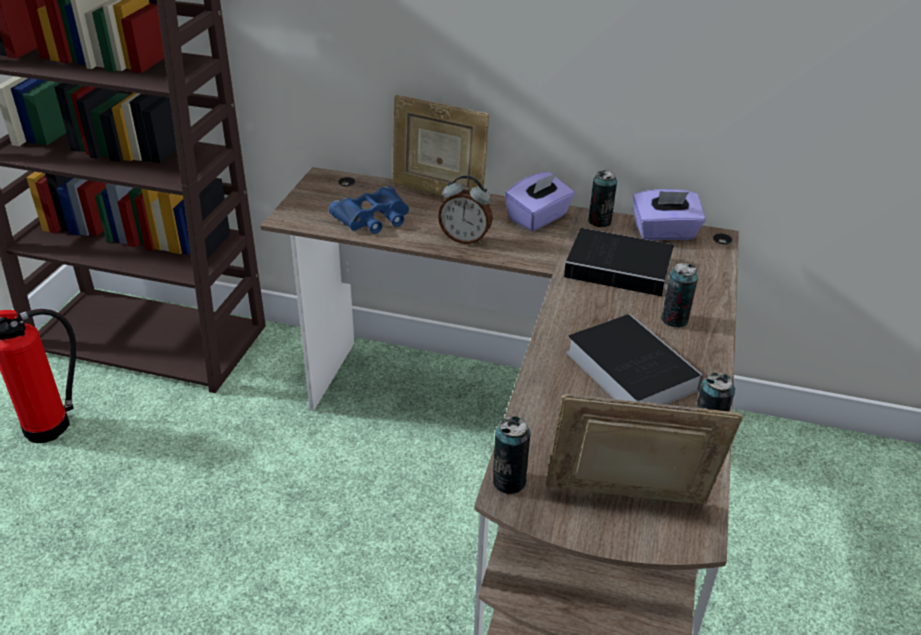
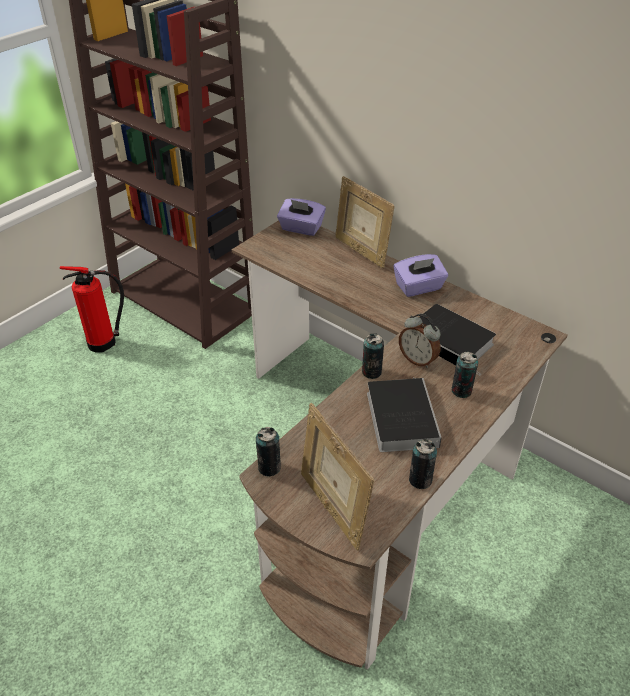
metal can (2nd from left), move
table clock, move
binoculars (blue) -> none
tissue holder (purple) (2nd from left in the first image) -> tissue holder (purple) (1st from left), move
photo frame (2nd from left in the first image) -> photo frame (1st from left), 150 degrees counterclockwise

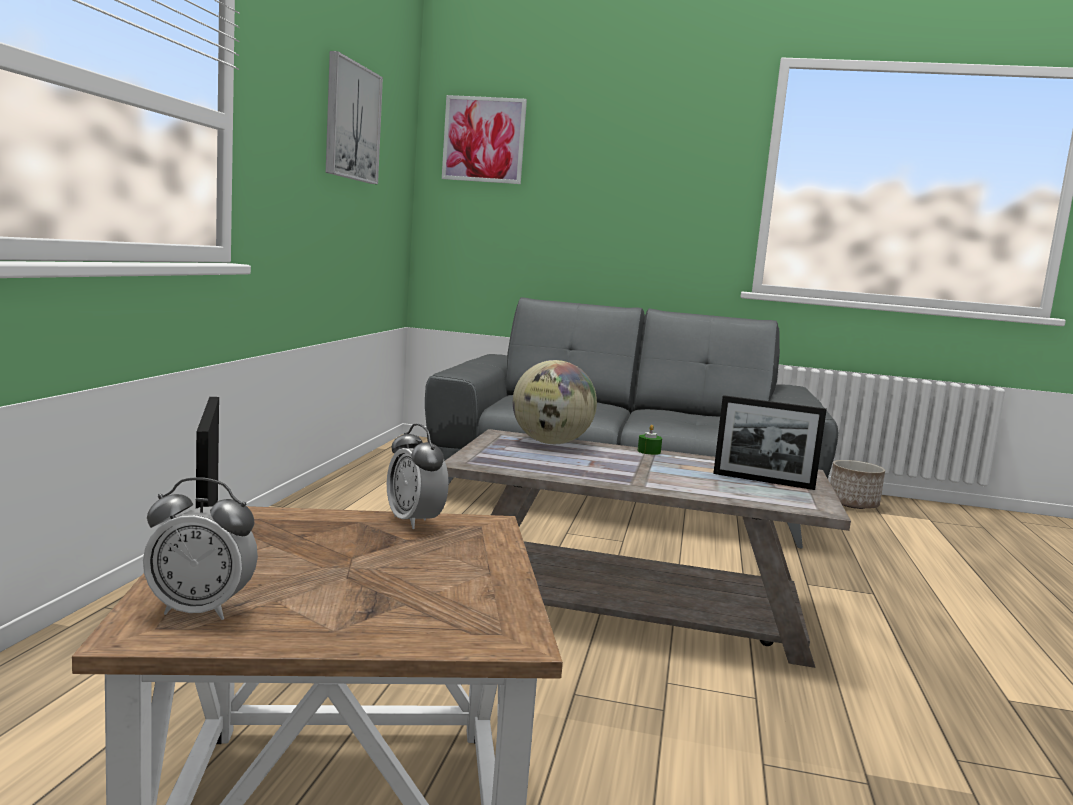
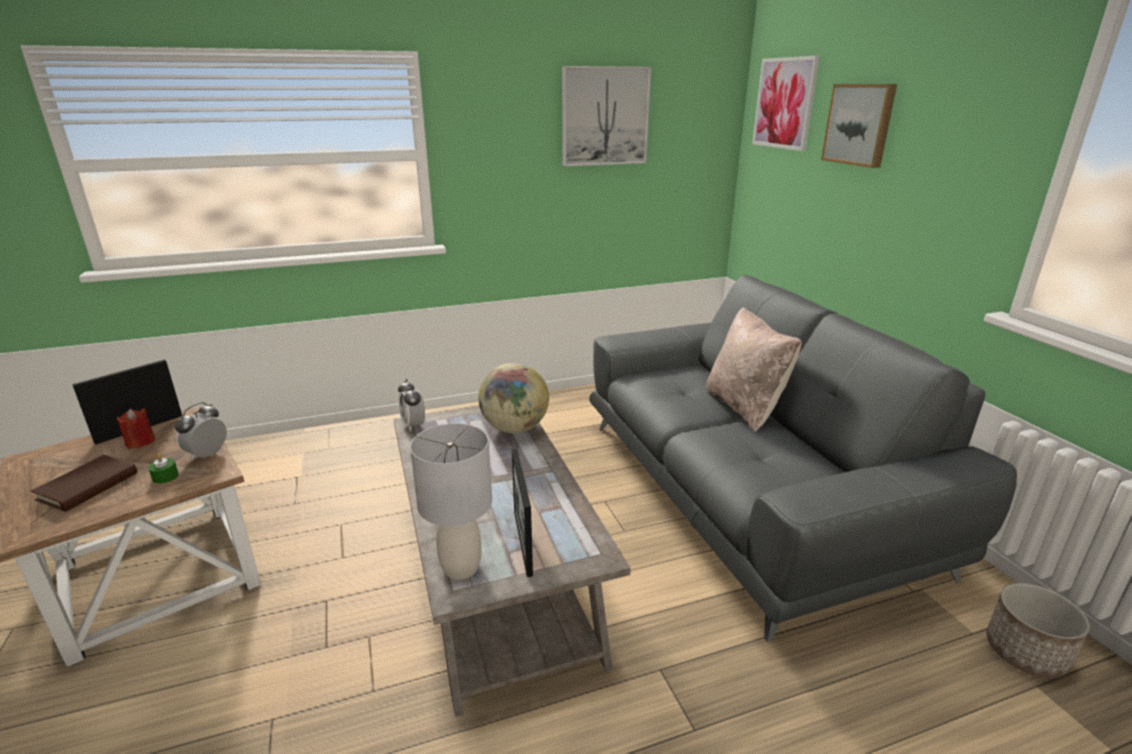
wax light (greenish), move
table clock (1st from left in the first image) -> table clock (2nd from left), move
none -> wall art (3rd from left)
none -> throw pillow (beige)
none -> wax light (reddish)
none -> lamp for a table (grey)
none -> book (brownish)

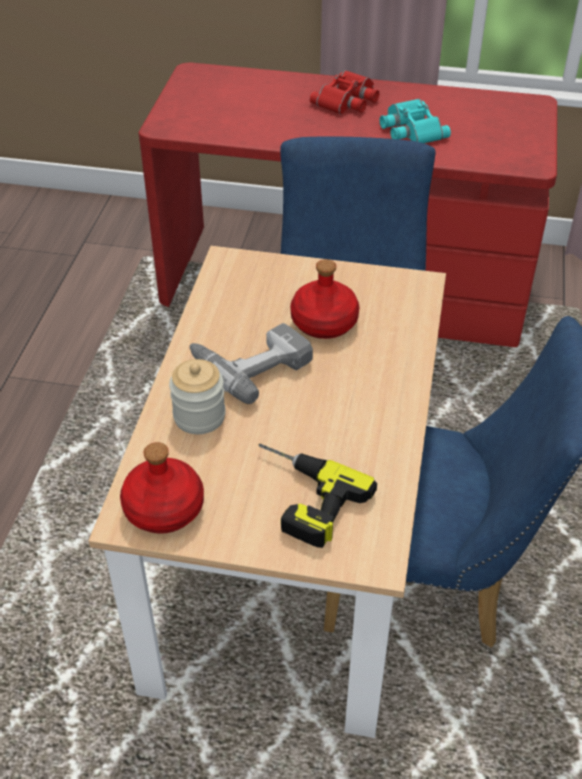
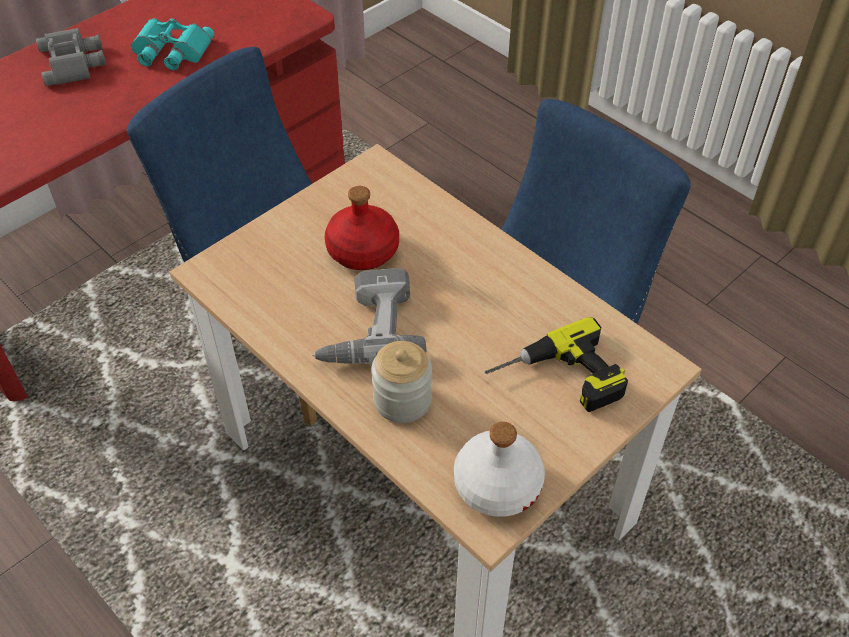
binoculars (reddish) -> binoculars (grey)
bottle (reddish) (1st from left) -> bottle (white-coloured)

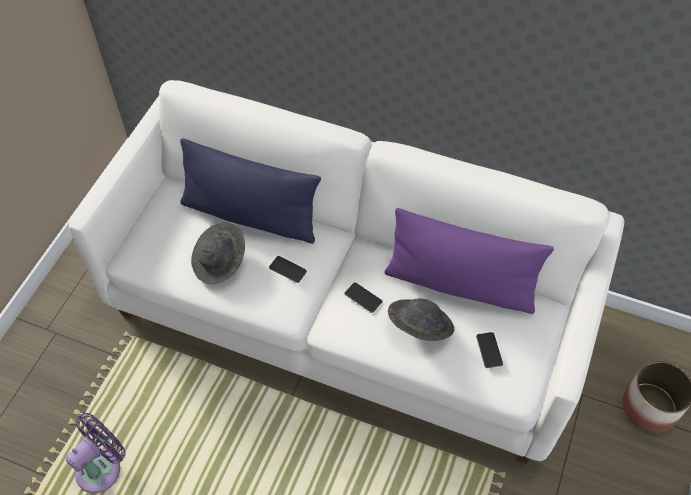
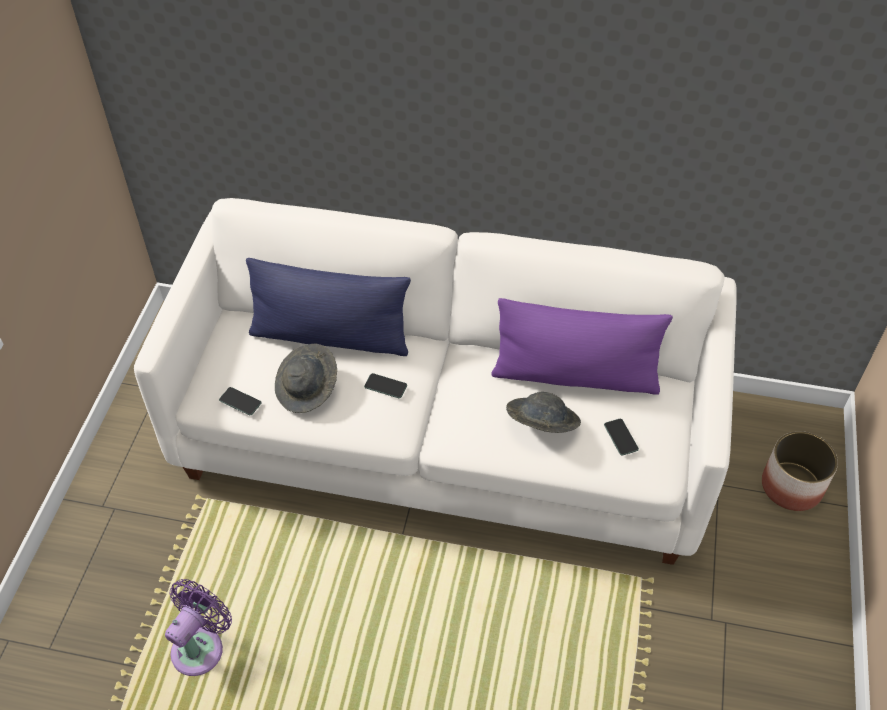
telephone (2nd from left in the first image) -> telephone (1st from left), move

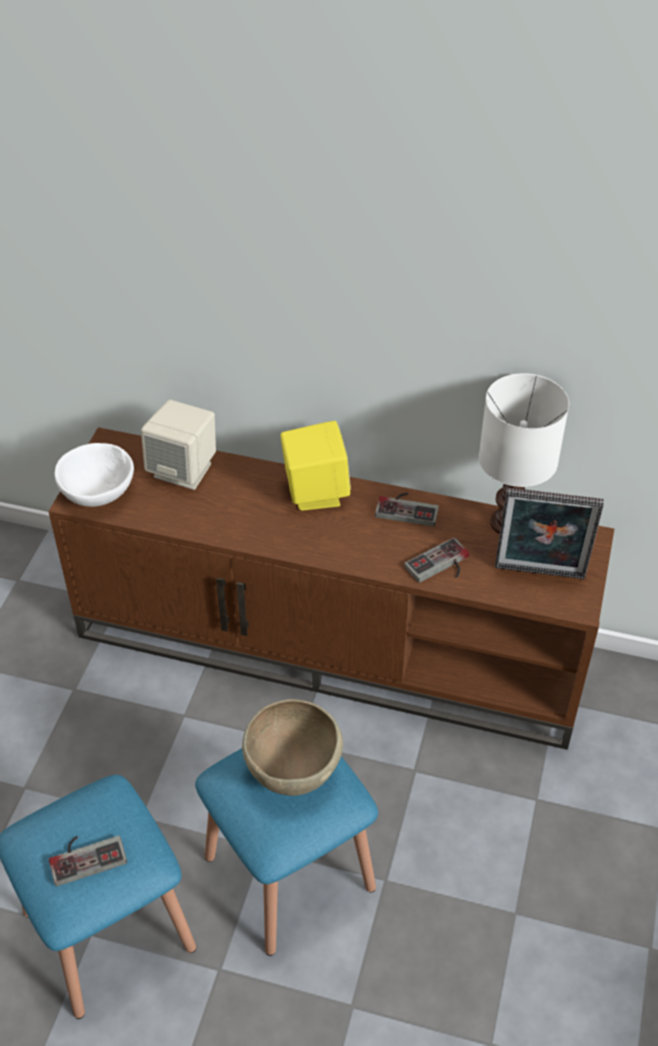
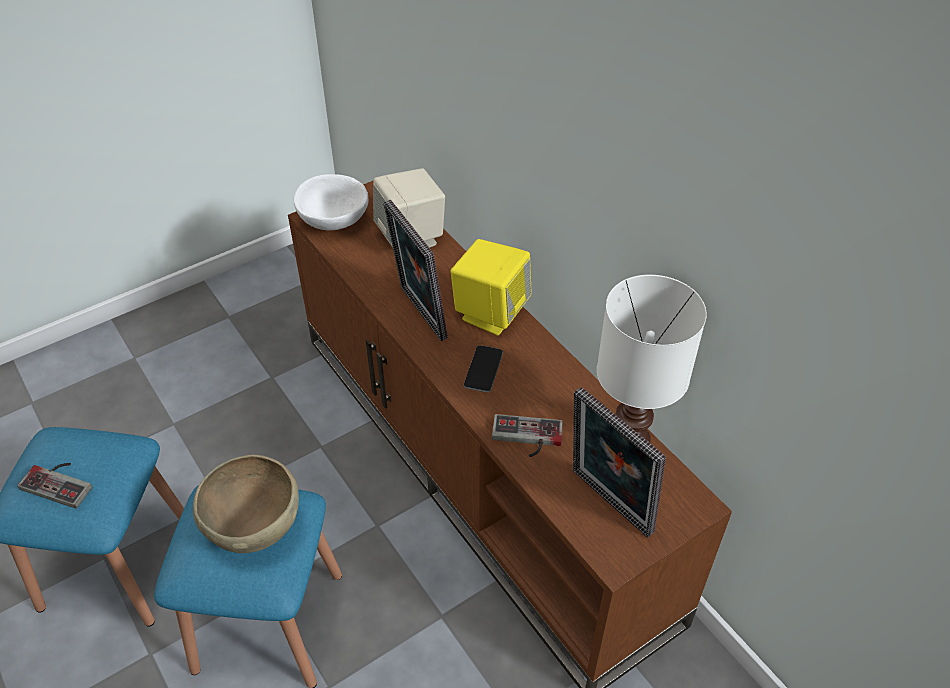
game controller (2nd from left) -> none
none -> photo frame (1st from left)
none -> telephone

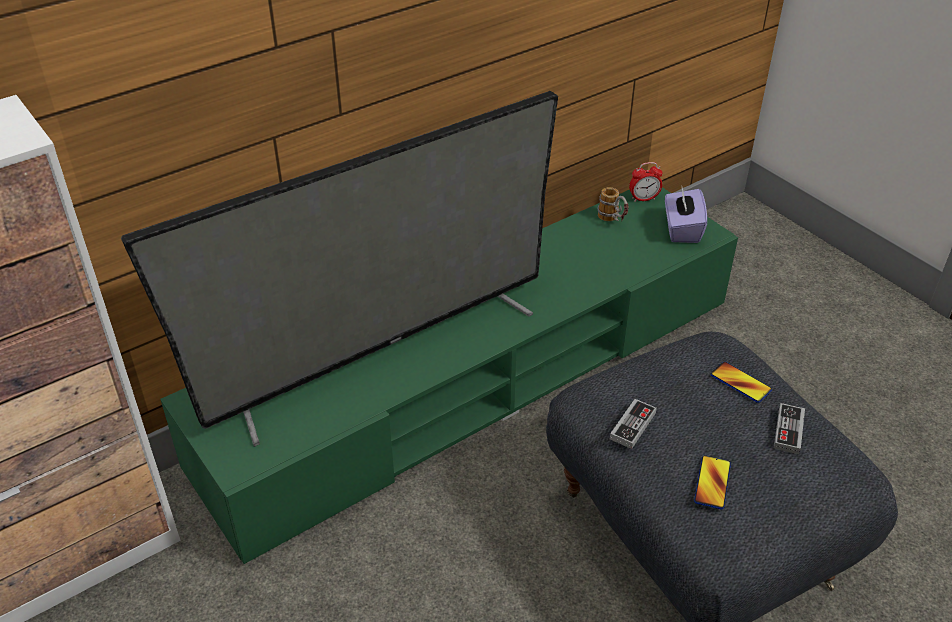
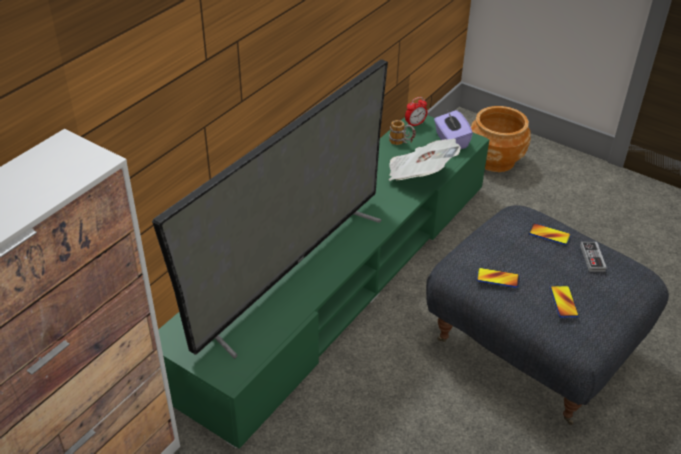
game controller (1st from left) -> telephone (1st from left)
none -> planter (brownish)
none -> newspaper

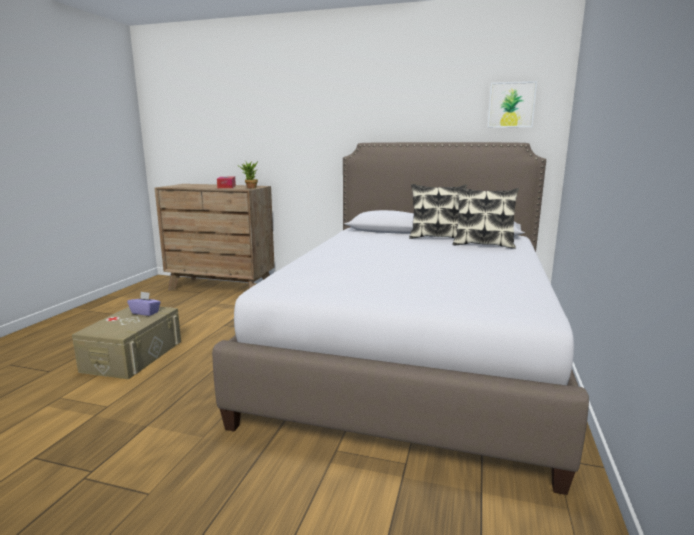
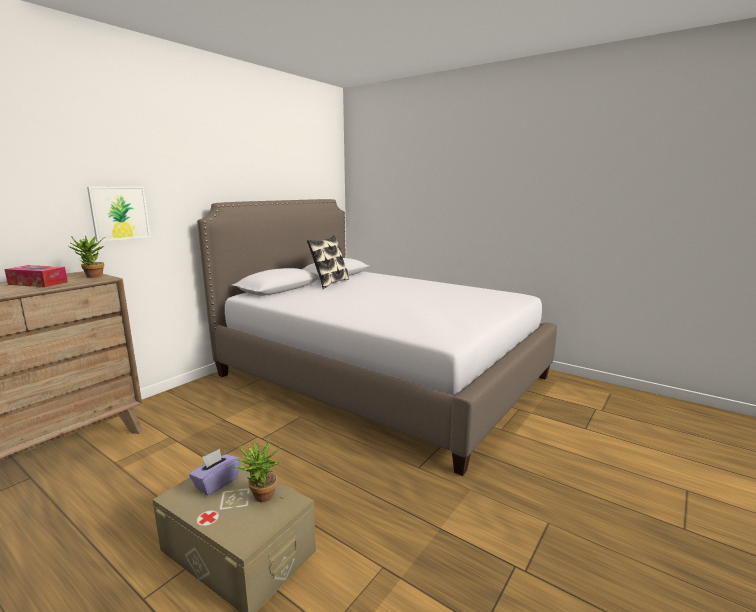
wall art, move
throw pillow (2nd from left) -> none
none -> houseplant (2nd from left)

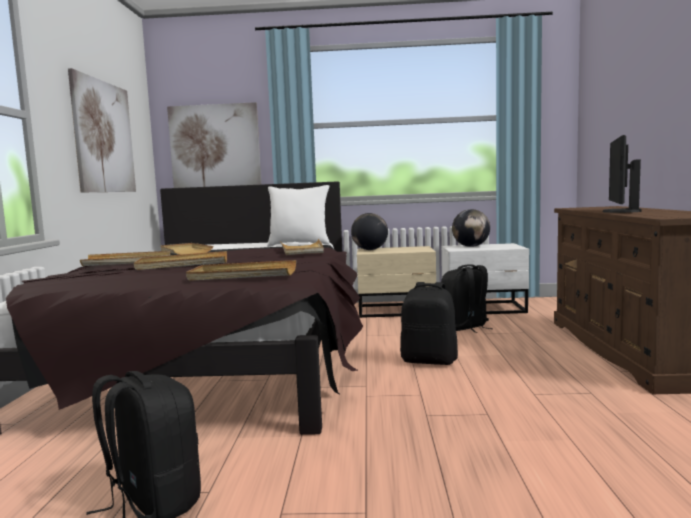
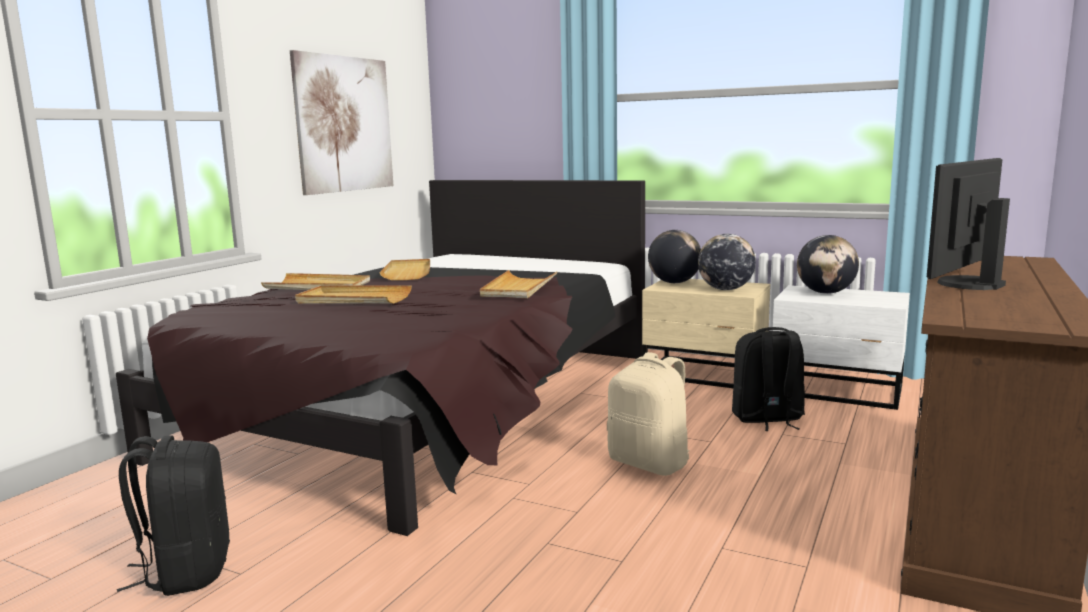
wall art (2nd from left) -> none
throw pillow (white-coloured) -> none
carrying tray (beige) (4th from left) -> none
backpack (black-coloured) (2nd from left) -> backpack (beige)
none -> globe (2nd from left)

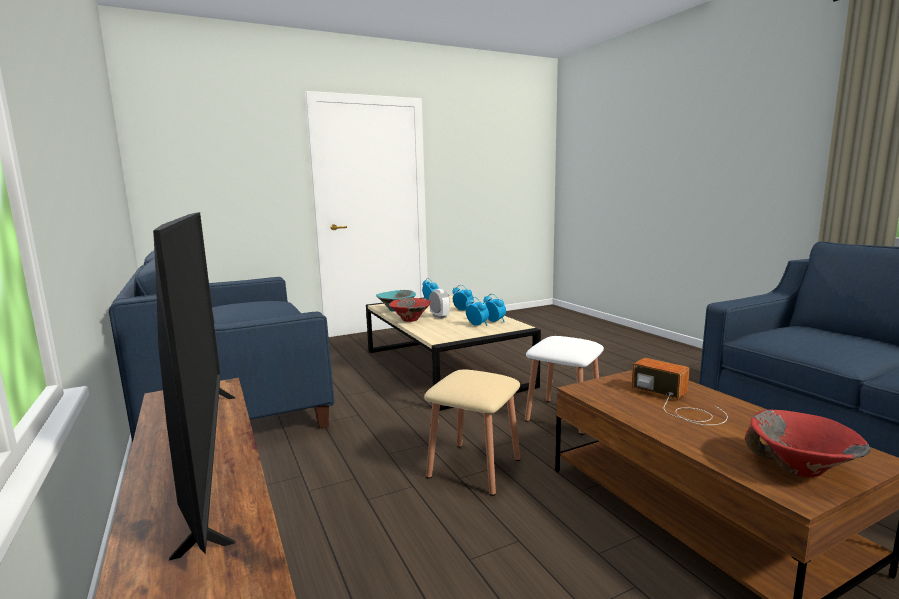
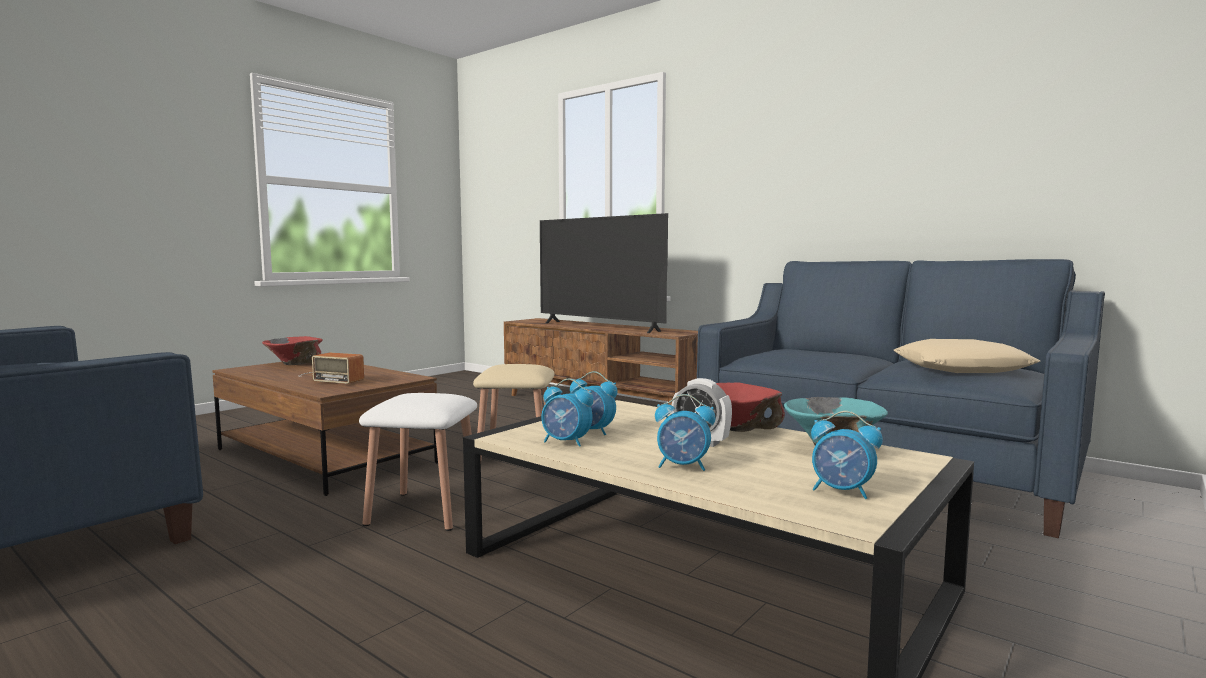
none -> throw pillow (beige)

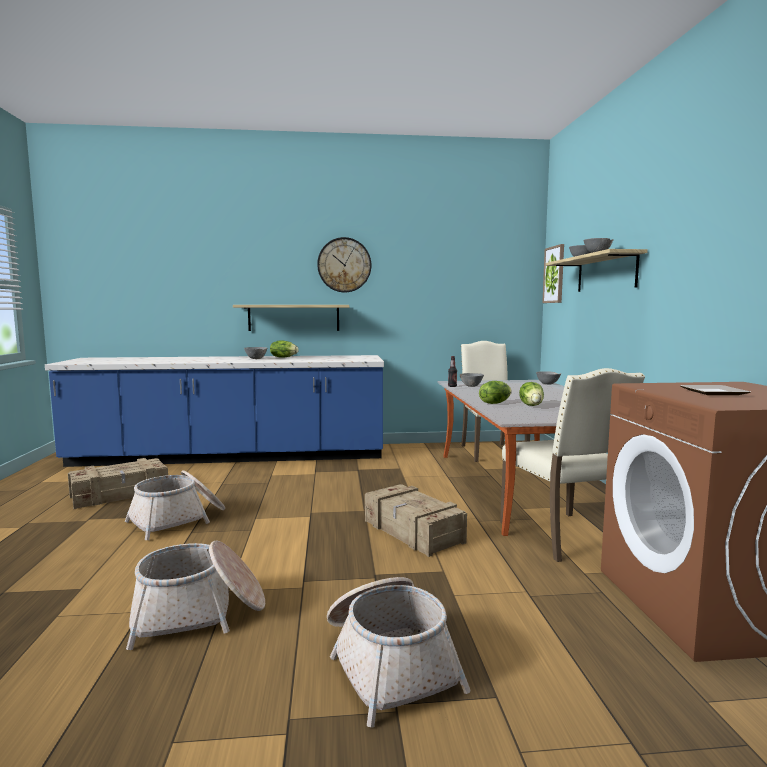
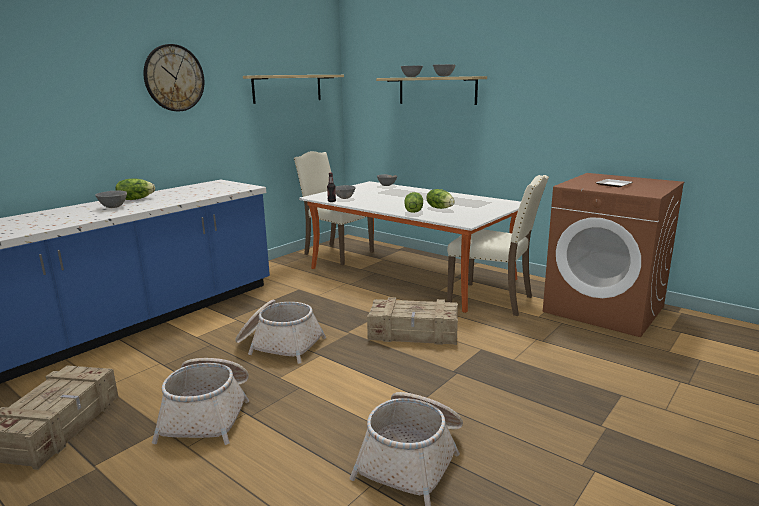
wall art -> none
shelf (1st from left), move
basket (3rd from left in the first image) -> basket (2nd from left), move

